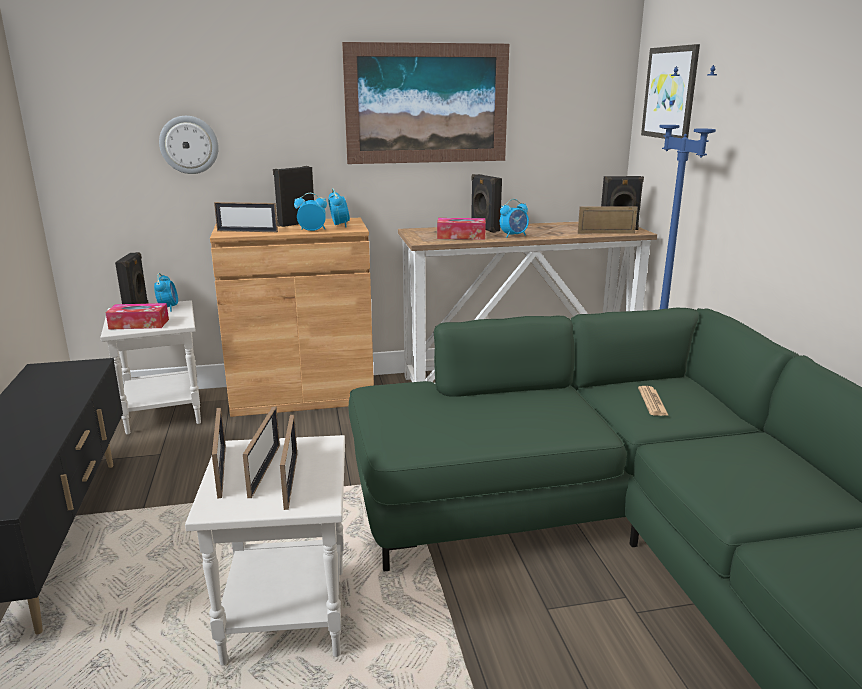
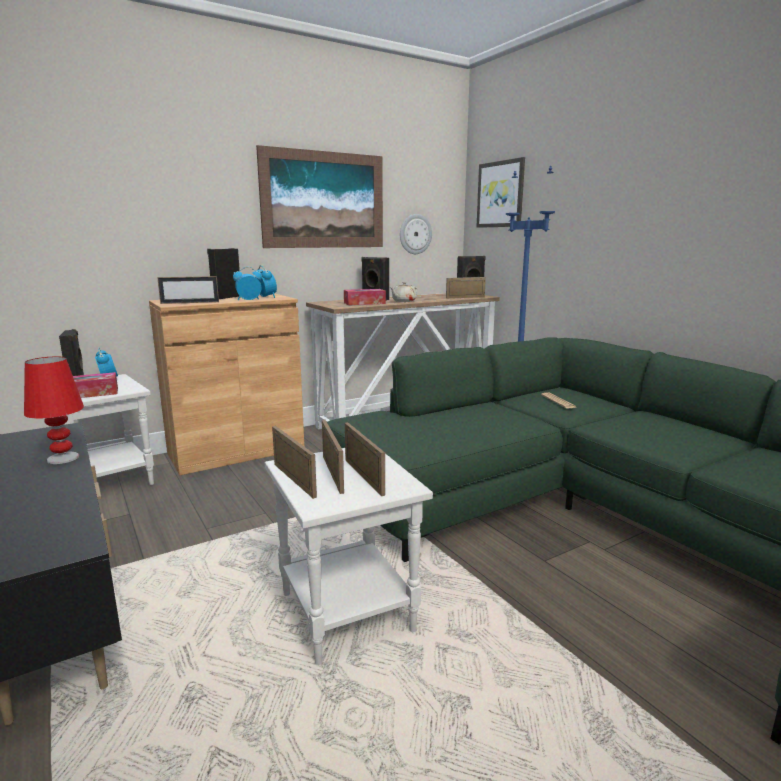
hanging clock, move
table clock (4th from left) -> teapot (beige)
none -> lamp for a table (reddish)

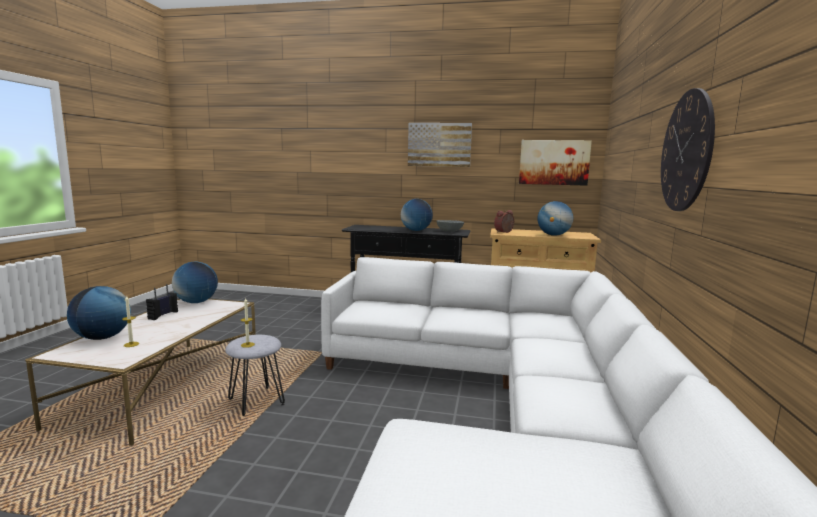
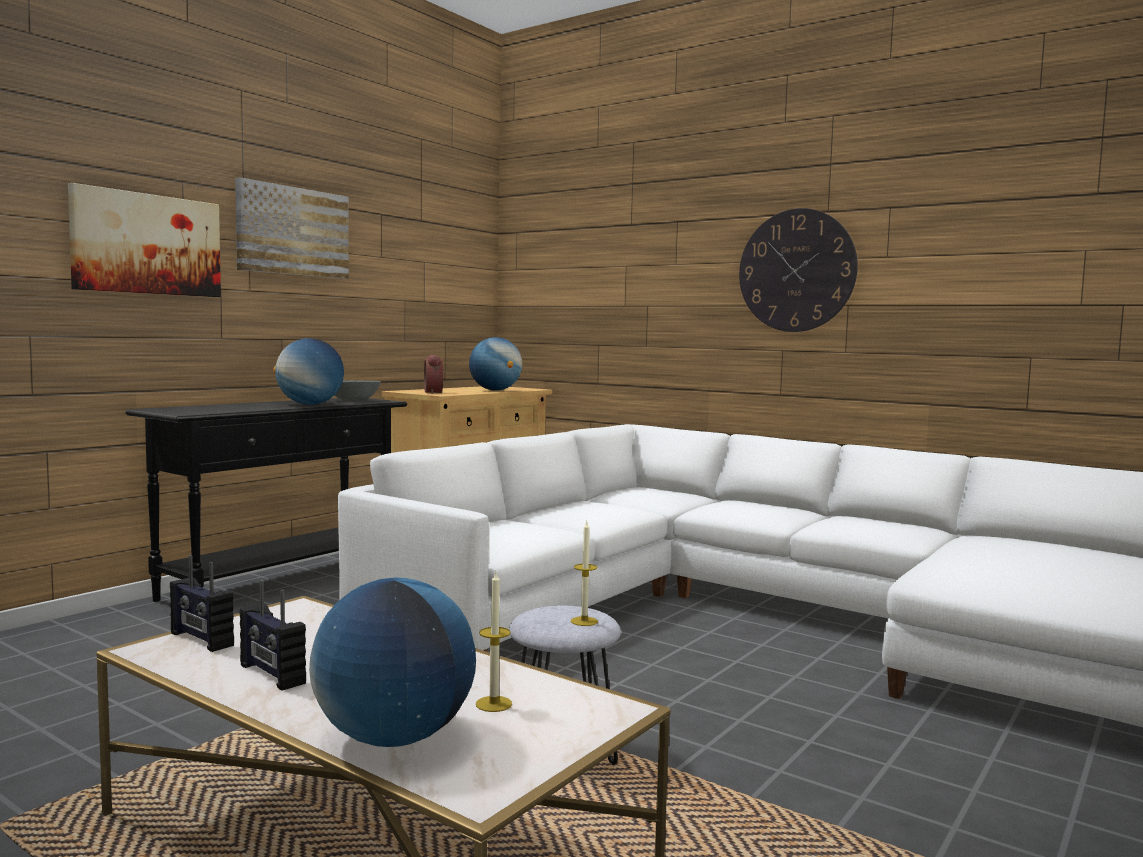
wall art (2nd from left in the first image) -> wall art (1st from left), move
globe (2nd from left) -> radio (1st from left)

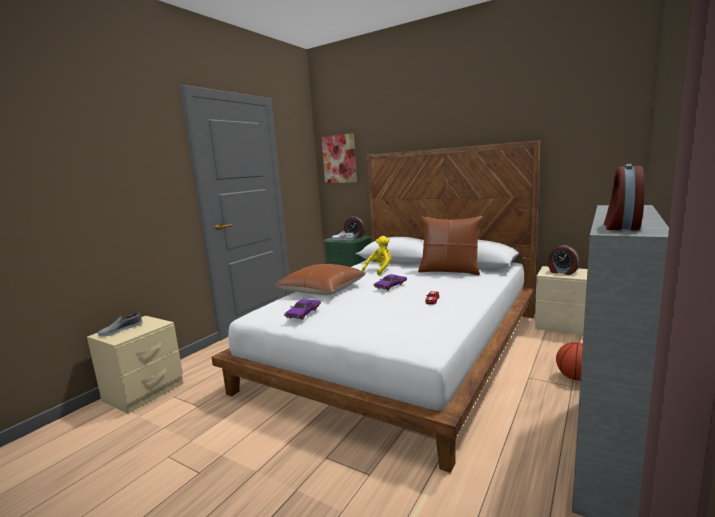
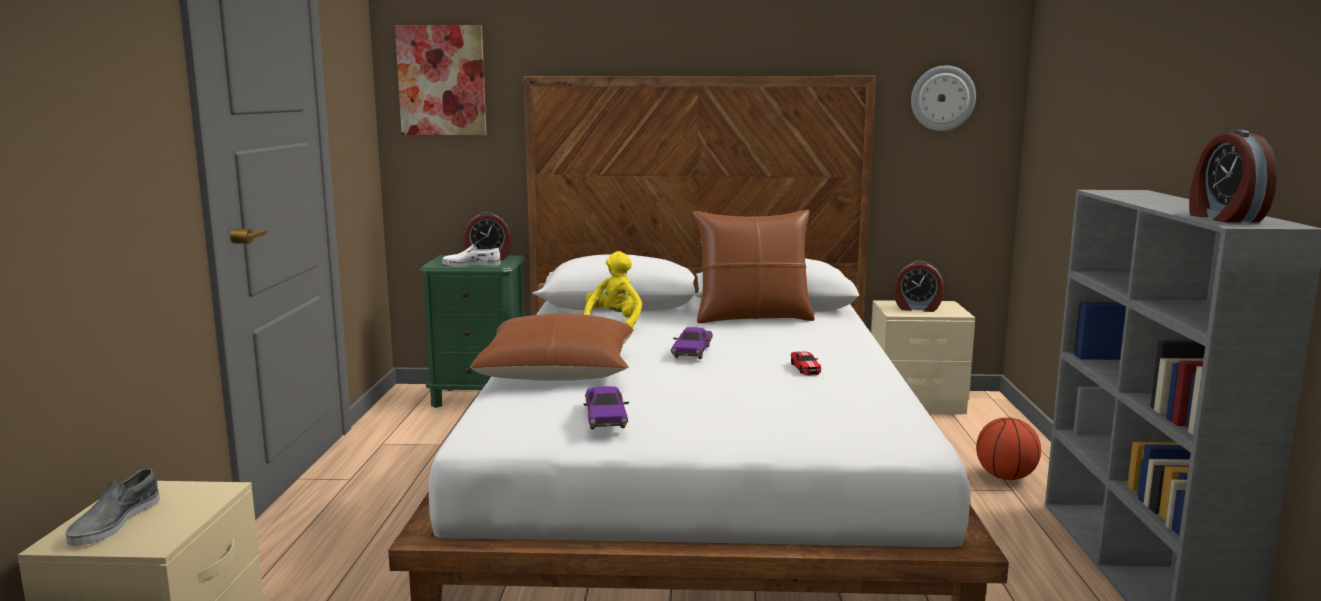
none -> hanging clock

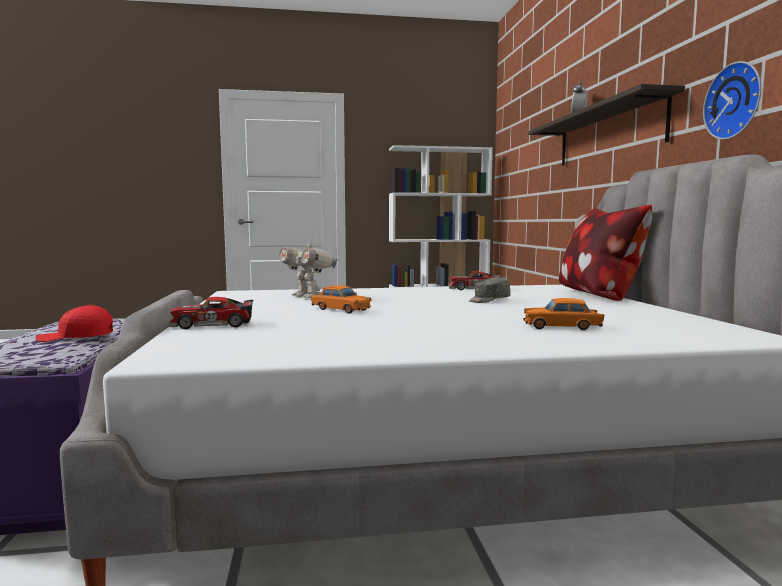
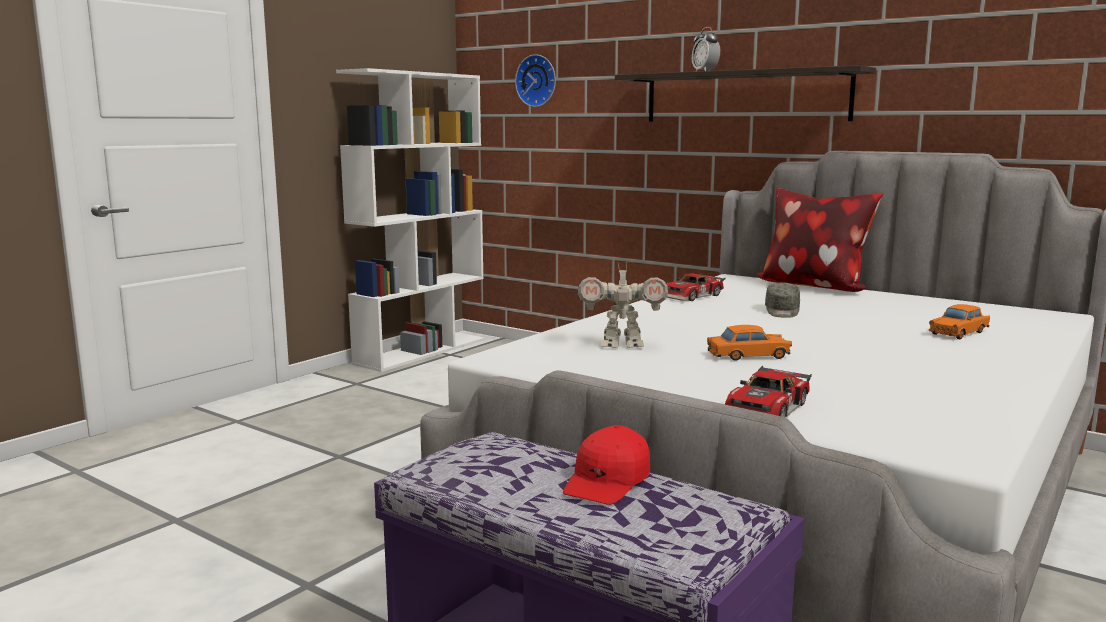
hanging clock, move

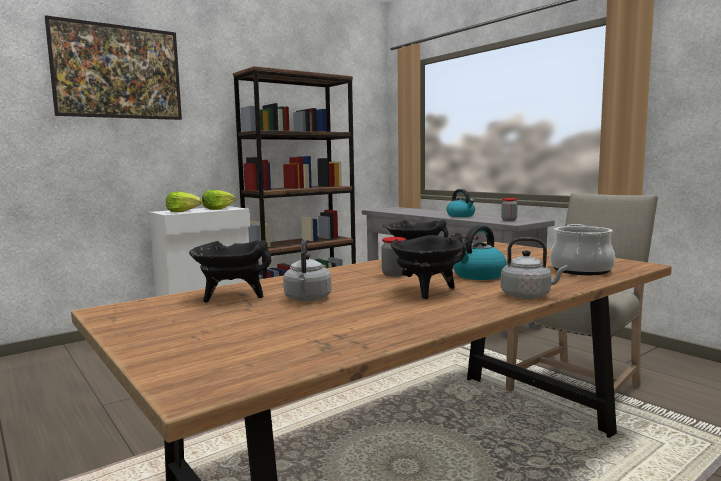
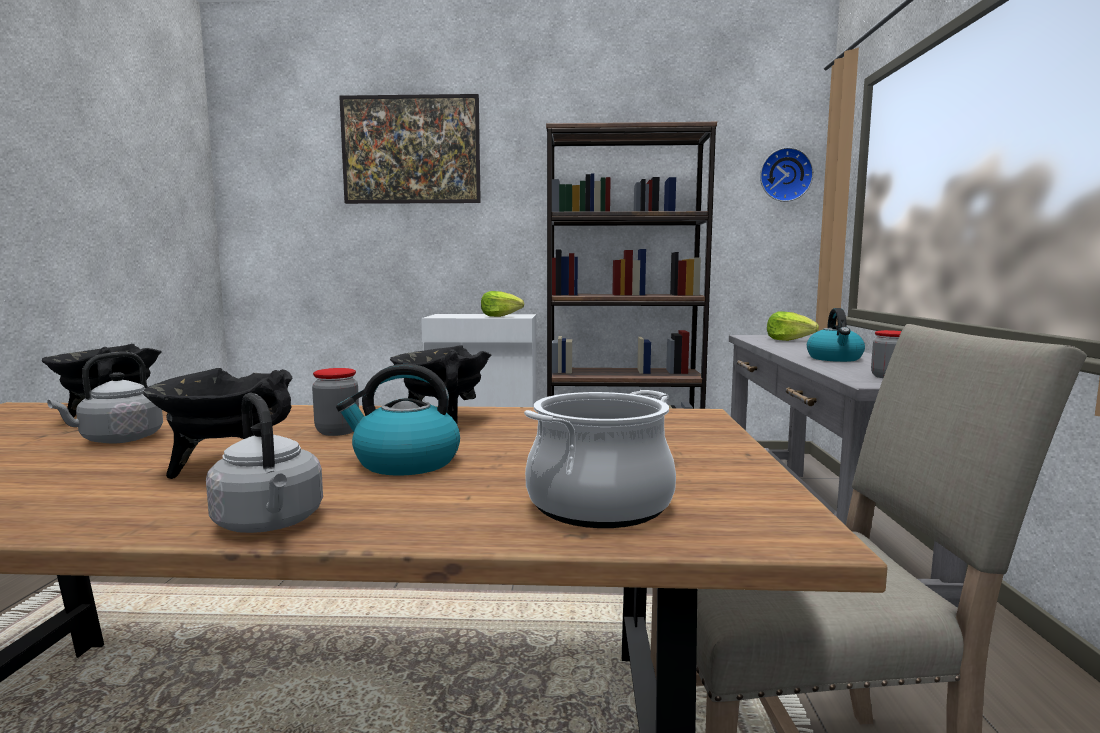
head of lettuce (1st from left in the first image) -> head of lettuce (2nd from left), move
none -> hanging clock

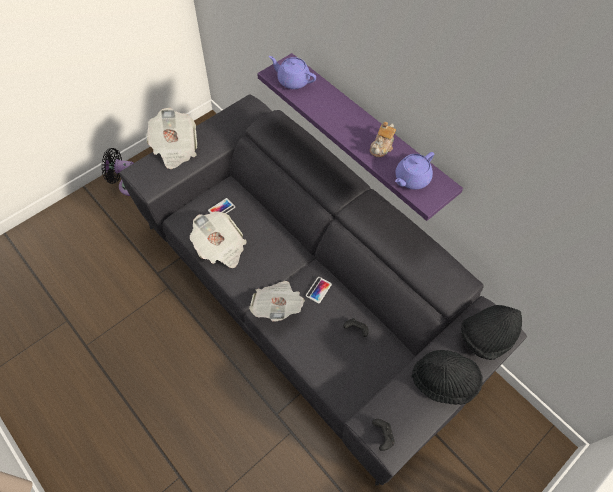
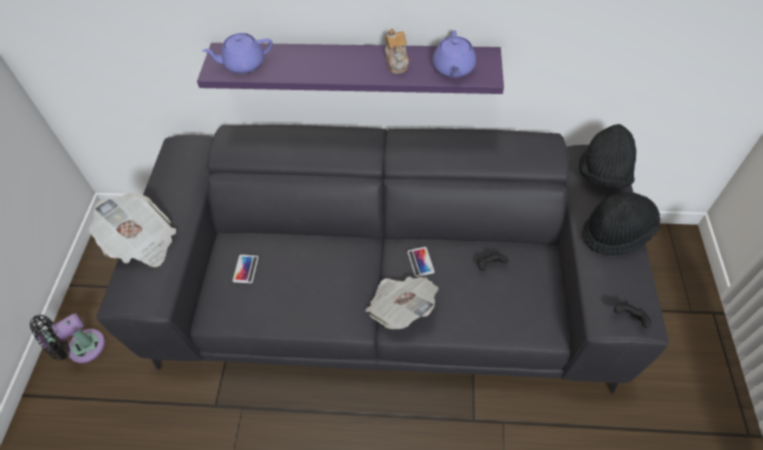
newspaper (2nd from left) -> none

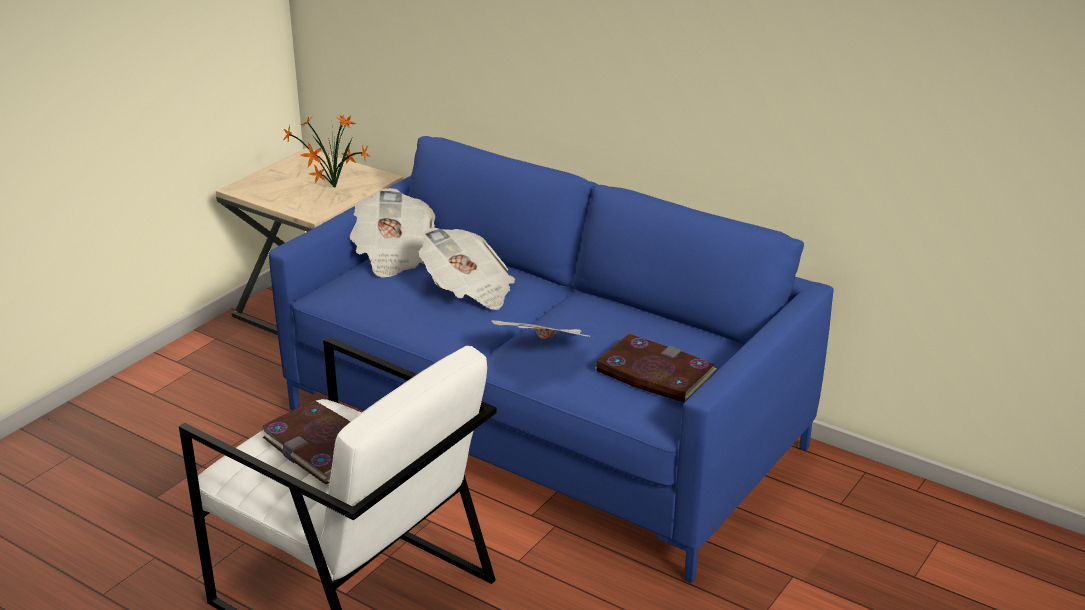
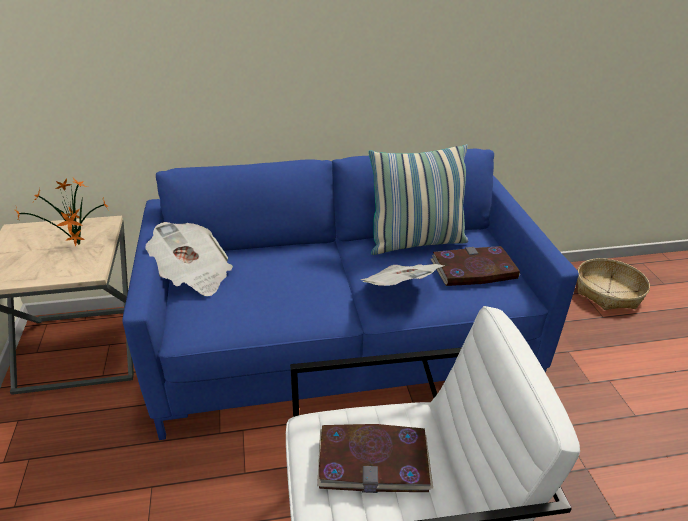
newspaper (2nd from left) -> none
none -> throw pillow
none -> basket

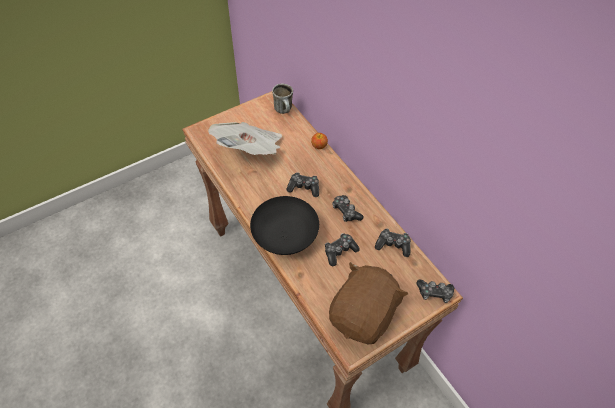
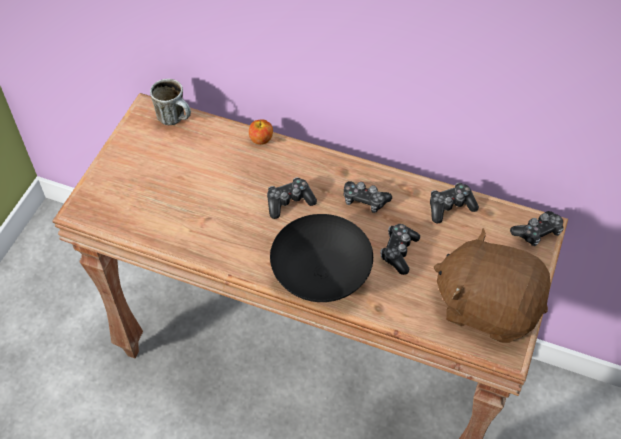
newspaper -> none
cuddly toy (brownish), 60 degrees counterclockwise

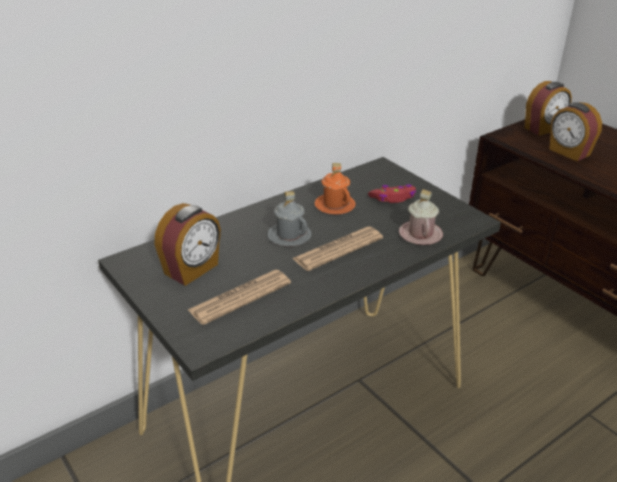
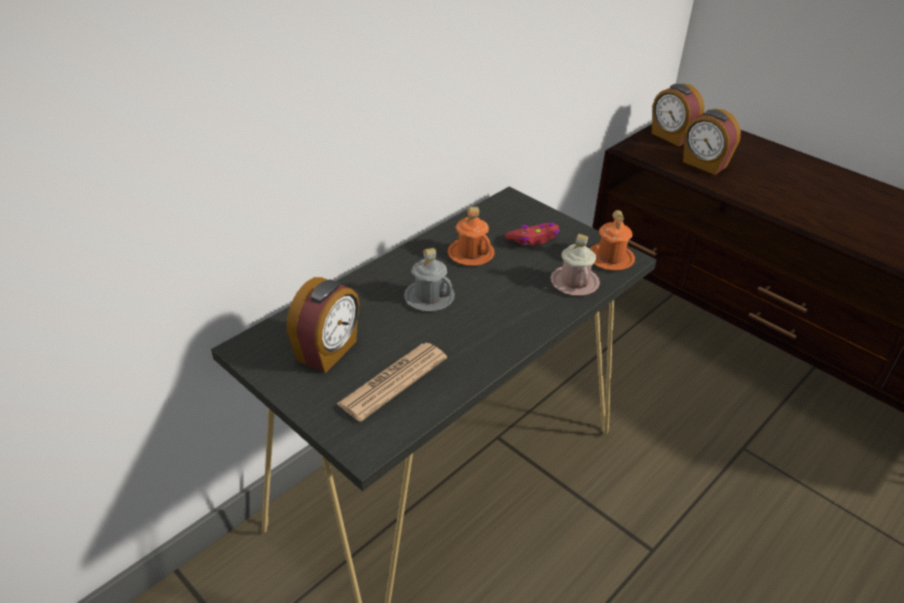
table clock (2nd from left), 90 degrees clockwise
newspaper (2nd from left) -> none
none -> coffee mug (orange-coloured) (2nd from left)

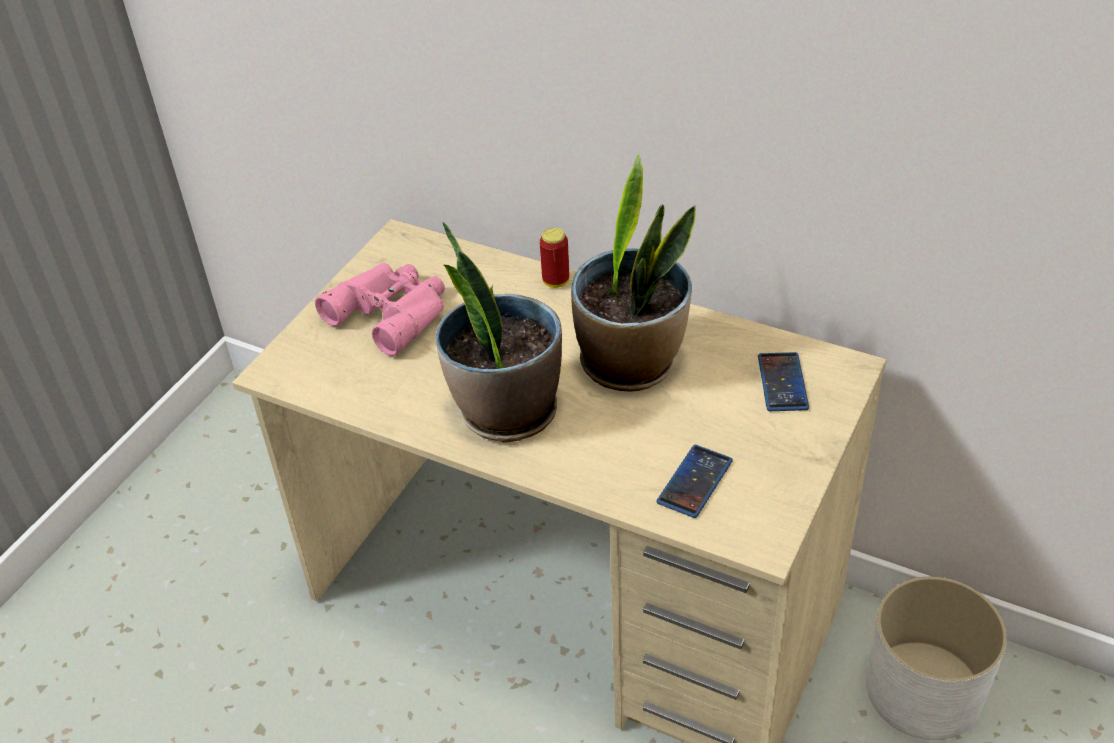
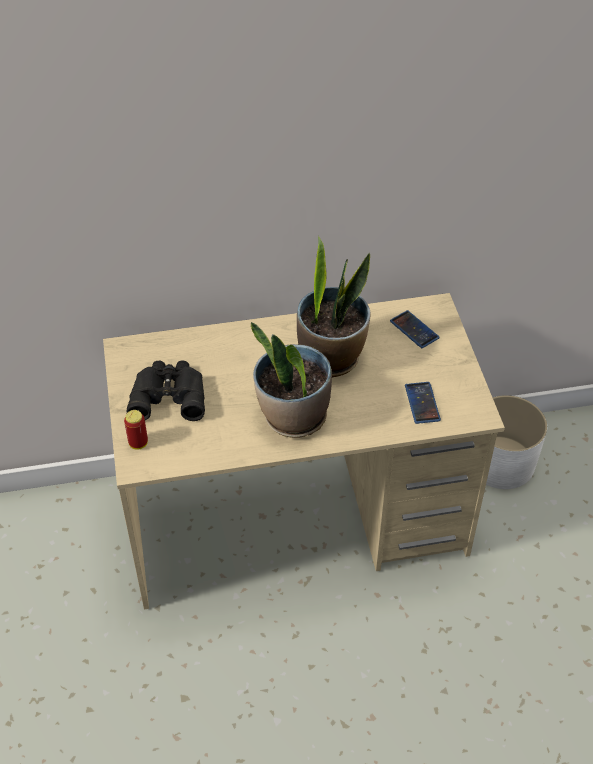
metal can, move
binoculars (pink) -> binoculars (black-coloured)

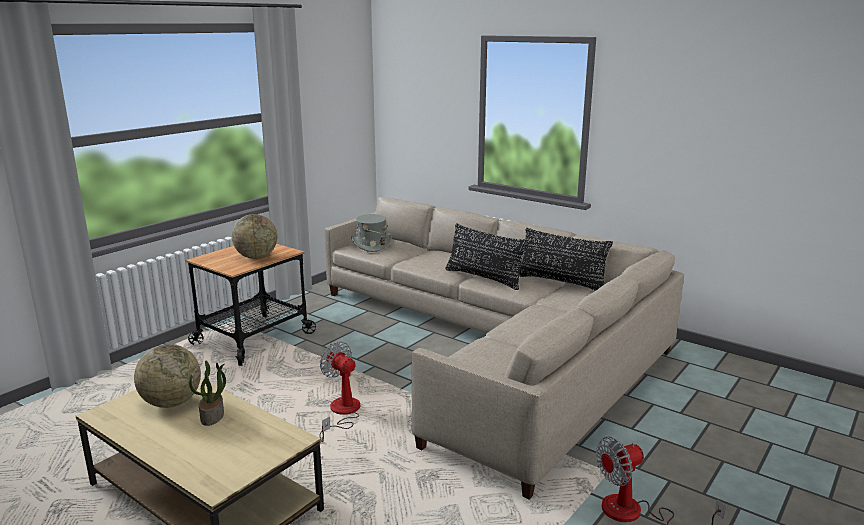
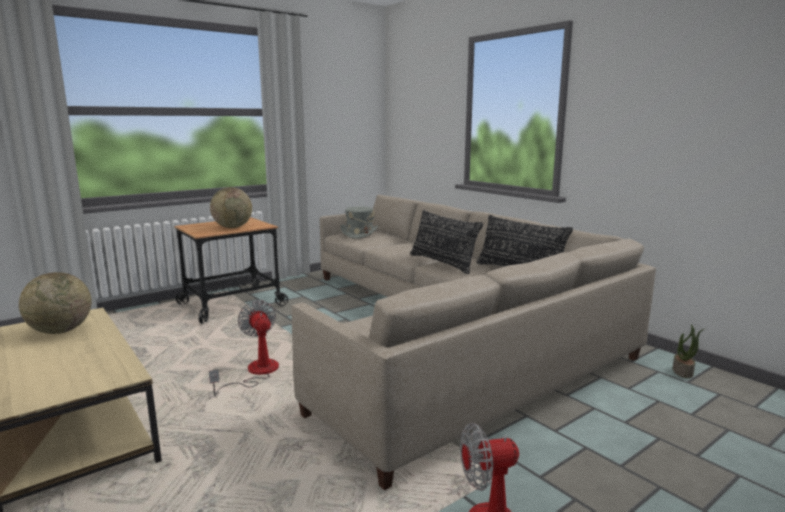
houseplant, move

